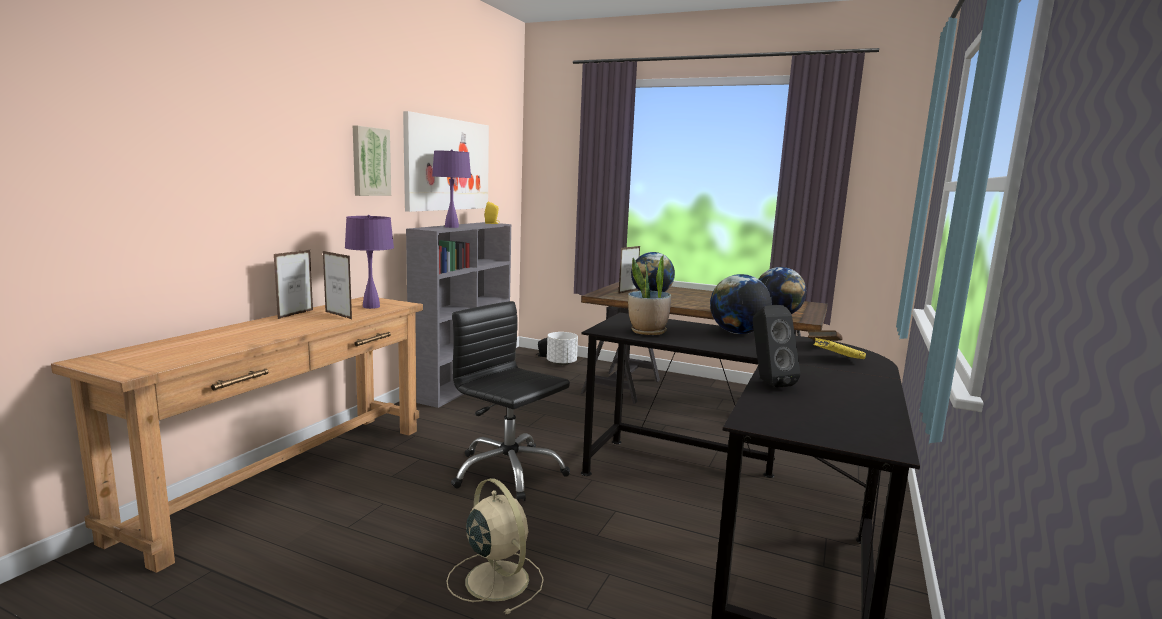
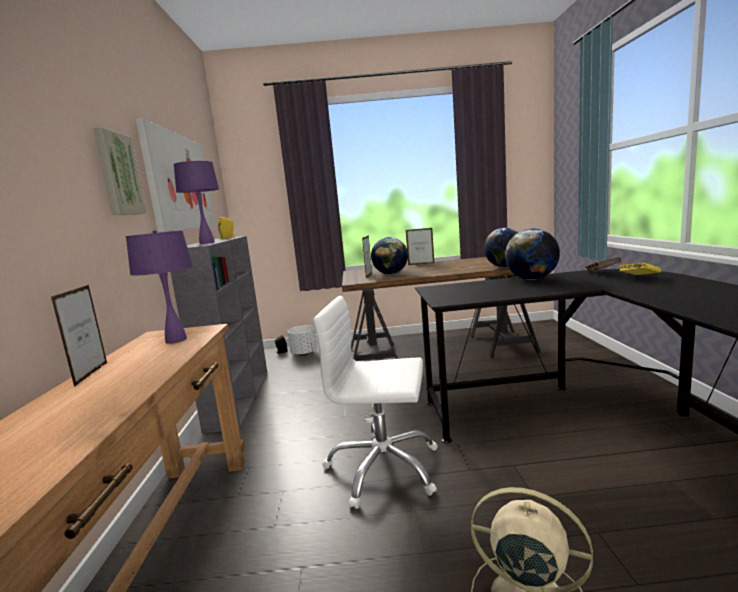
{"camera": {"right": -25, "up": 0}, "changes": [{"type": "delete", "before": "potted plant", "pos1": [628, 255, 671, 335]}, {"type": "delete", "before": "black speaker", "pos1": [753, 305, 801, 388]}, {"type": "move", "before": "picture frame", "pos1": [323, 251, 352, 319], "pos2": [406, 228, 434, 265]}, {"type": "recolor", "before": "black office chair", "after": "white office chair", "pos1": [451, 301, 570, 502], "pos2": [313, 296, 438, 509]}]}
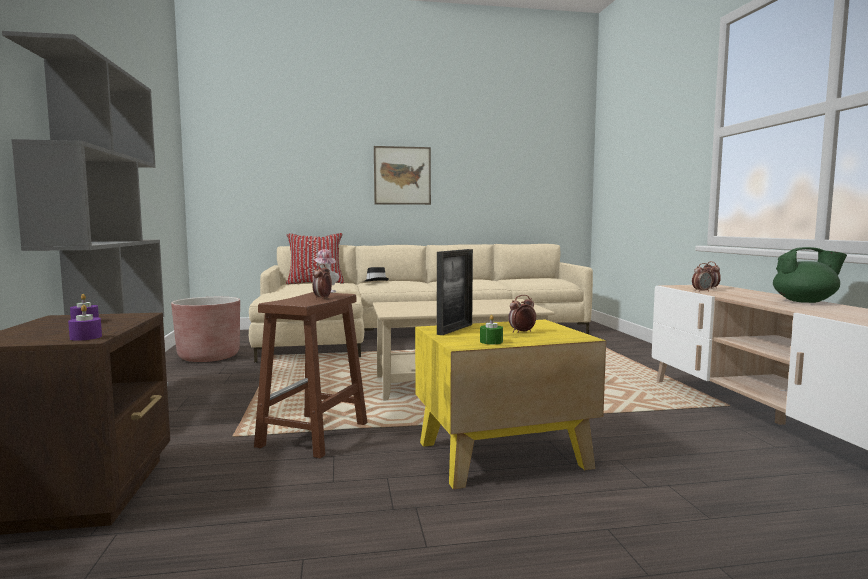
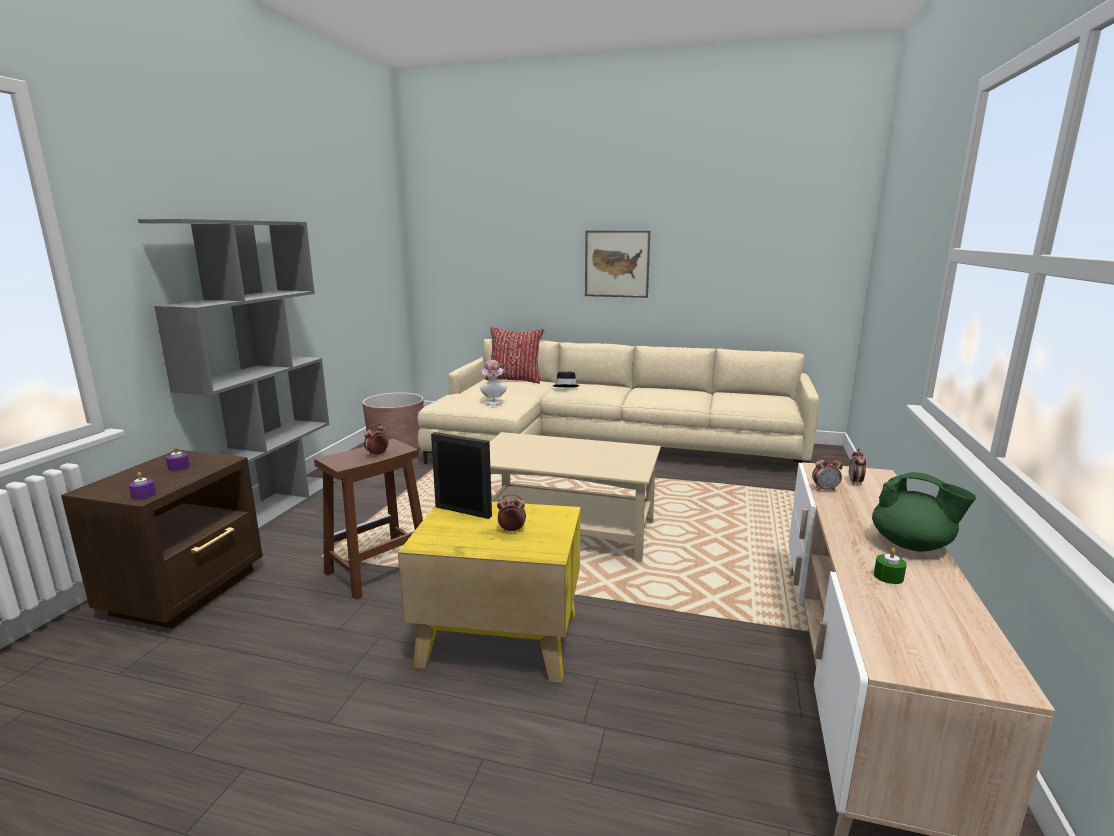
{"camera": {"right": 25, "up": 10}, "changes": [{"type": "move", "before": "green candle", "pos1": [480, 315, 503, 344], "pos2": [874, 548, 907, 584]}, {"type": "rotate", "before": "picture frame", "pos1": [437, 249, 473, 335], "pos2": [431, 432, 492, 519], "turn": -120}]}
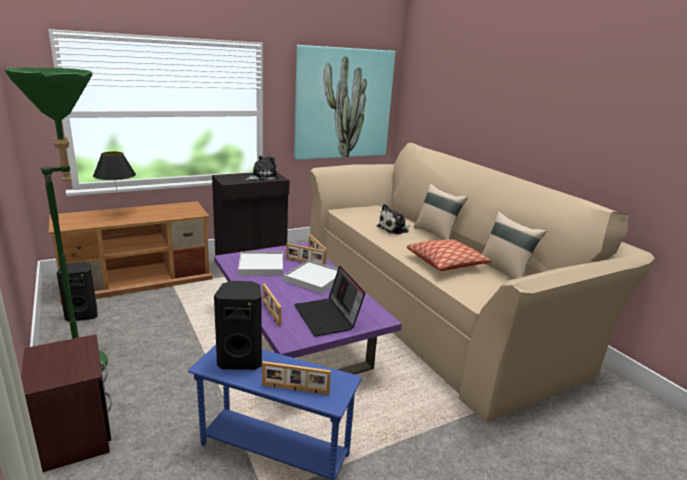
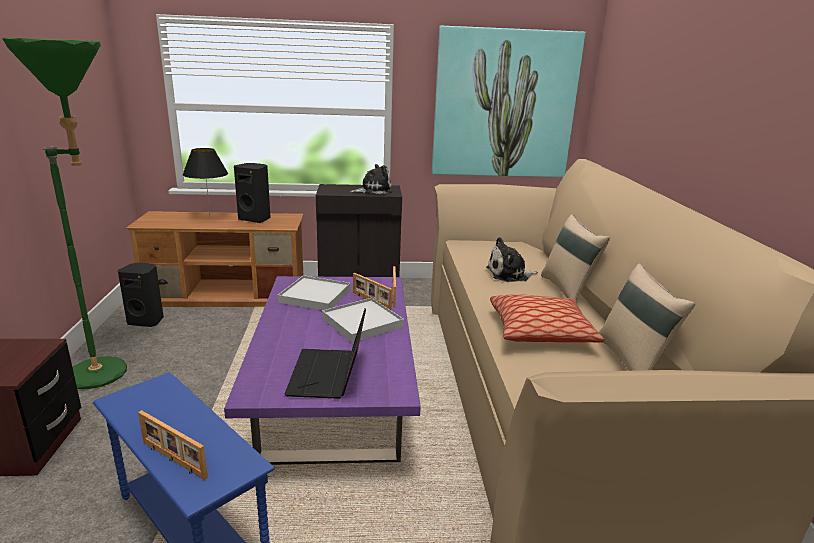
{"camera": {"right": 25, "up": 0}, "changes": [{"type": "delete", "before": "picture frame", "pos1": [263, 283, 282, 326]}, {"type": "move", "before": "black speaker", "pos1": [214, 281, 262, 370], "pos2": [234, 163, 271, 223]}]}
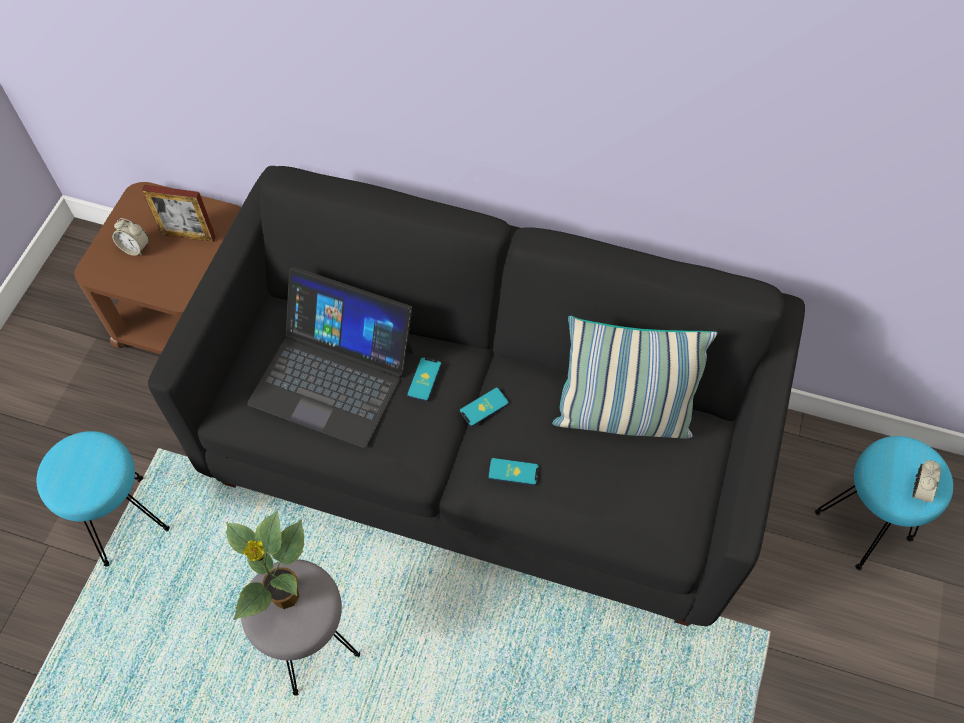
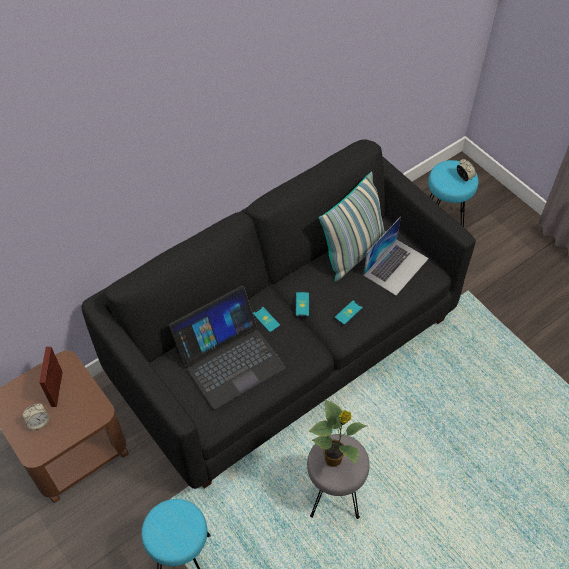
{"camera": {"right": -55, "up": -5}, "changes": [{"type": "insert", "after": "laptop", "pos2": [363, 216, 429, 295]}, {"type": "rotate", "before": "picture frame", "pos1": [142, 185, 216, 242], "pos2": [39, 347, 63, 407], "turn": 135}]}
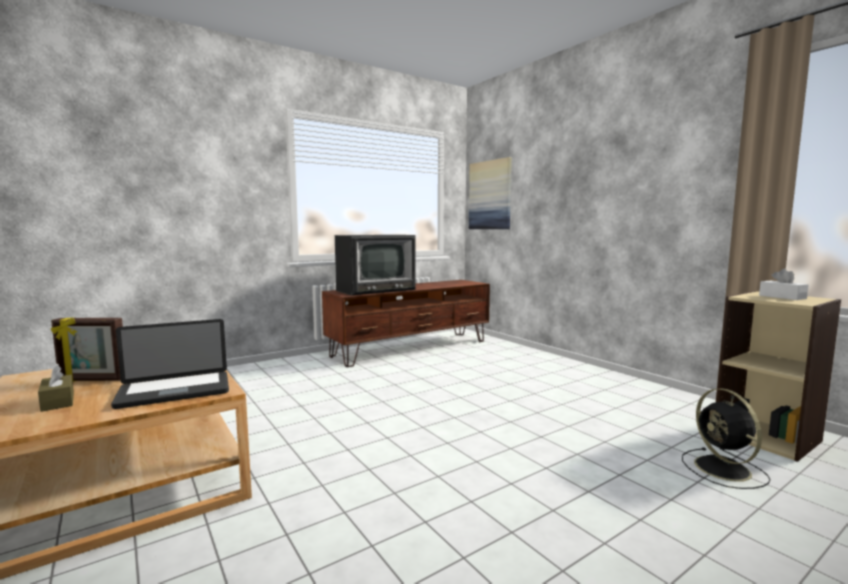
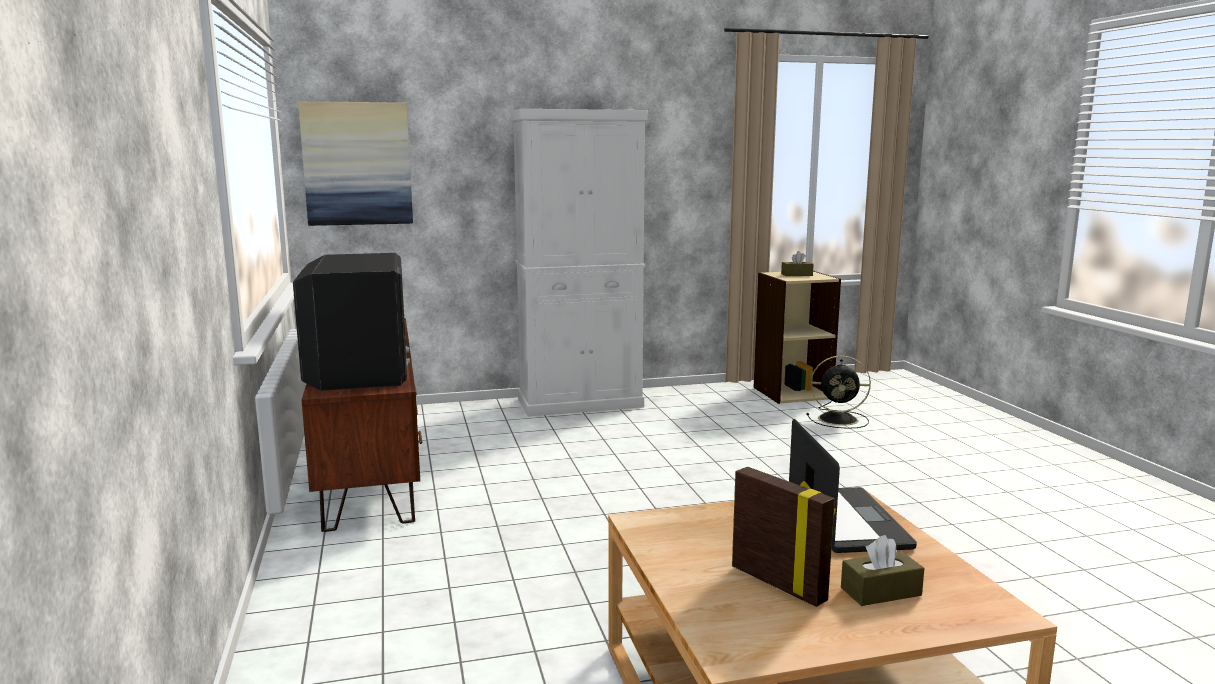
{"camera": {"right": -70, "up": 5}, "changes": [{"type": "insert", "after": "white cabinet", "pos2": [511, 109, 648, 417]}, {"type": "recolor", "before": "white tissue box", "after": "brown tissue box", "pos1": [759, 269, 809, 300], "pos2": [781, 251, 814, 276]}, {"type": "rotate", "before": "picture frame", "pos1": [51, 318, 123, 382], "pos2": [732, 467, 836, 607], "turn": -60}]}
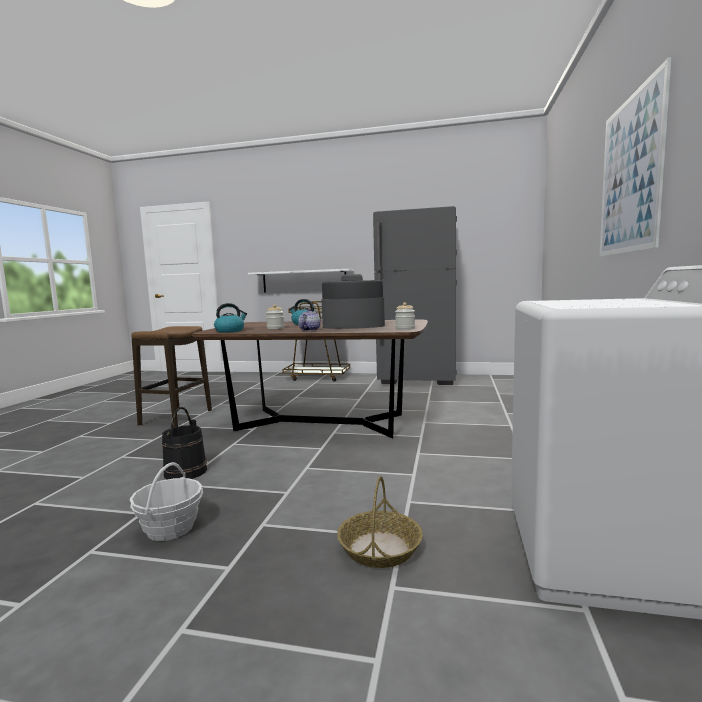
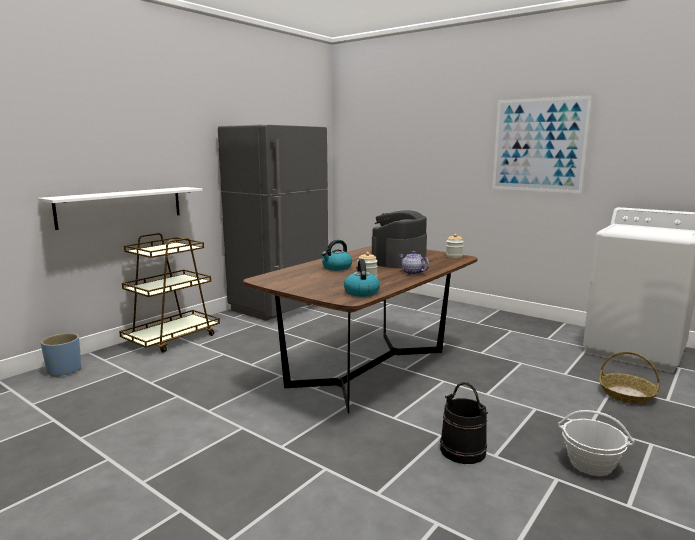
{"camera": {"right": -65, "up": 5}, "changes": [{"type": "delete", "before": "stool", "pos1": [131, 326, 212, 428]}, {"type": "insert", "after": "blue planter", "pos2": [41, 333, 81, 378]}]}
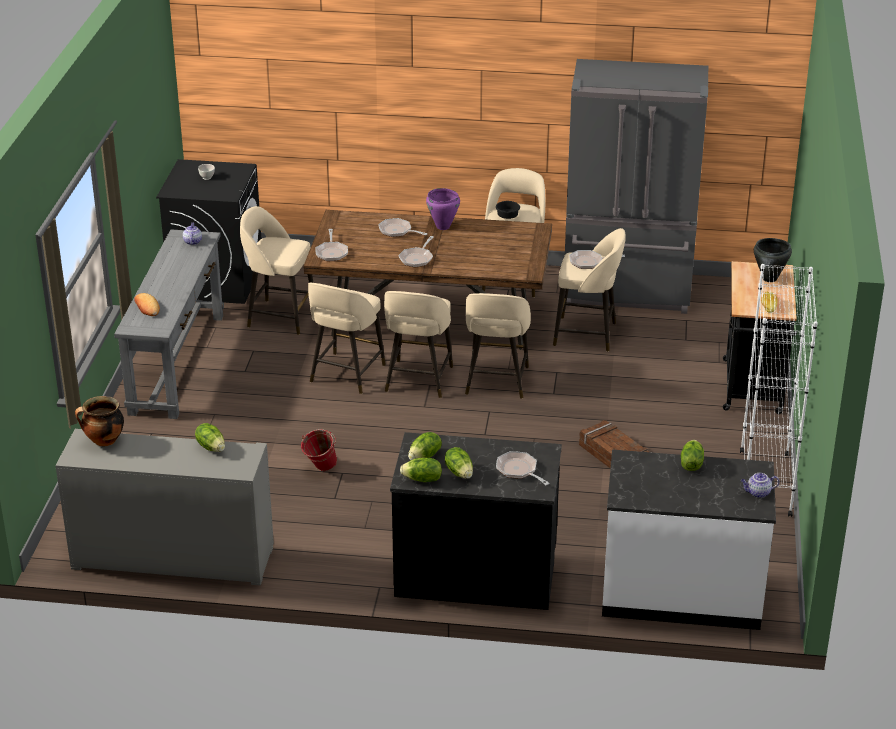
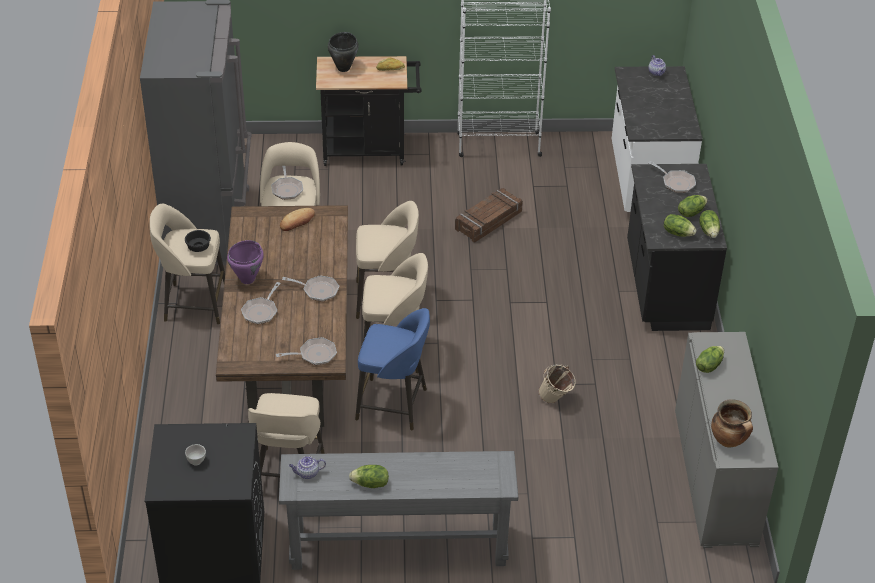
{"camera": {"right": -100, "up": 10}, "changes": [{"type": "move", "before": "bread", "pos1": [134, 293, 160, 316], "pos2": [280, 208, 315, 231]}, {"type": "move", "before": "lettuce", "pos1": [681, 440, 704, 471], "pos2": [349, 465, 389, 488]}, {"type": "recolor", "before": "red bucket", "after": "beige bucket", "pos1": [301, 429, 337, 471], "pos2": [538, 364, 576, 404]}, {"type": "recolor", "before": "beige stool", "after": "blue stool", "pos1": [308, 283, 386, 394], "pos2": [355, 308, 430, 431]}, {"type": "rotate", "before": "frying pan", "pos1": [496, 451, 550, 485], "pos2": [648, 161, 696, 193], "turn": -90}]}
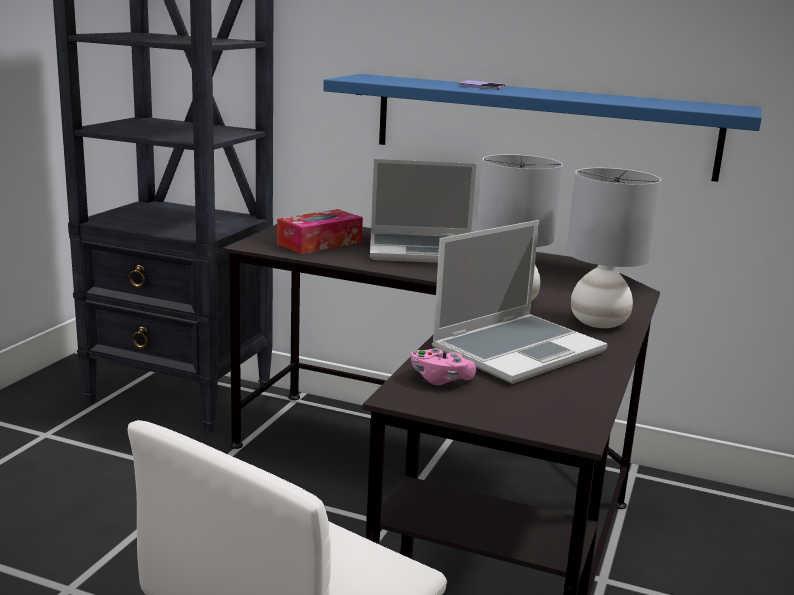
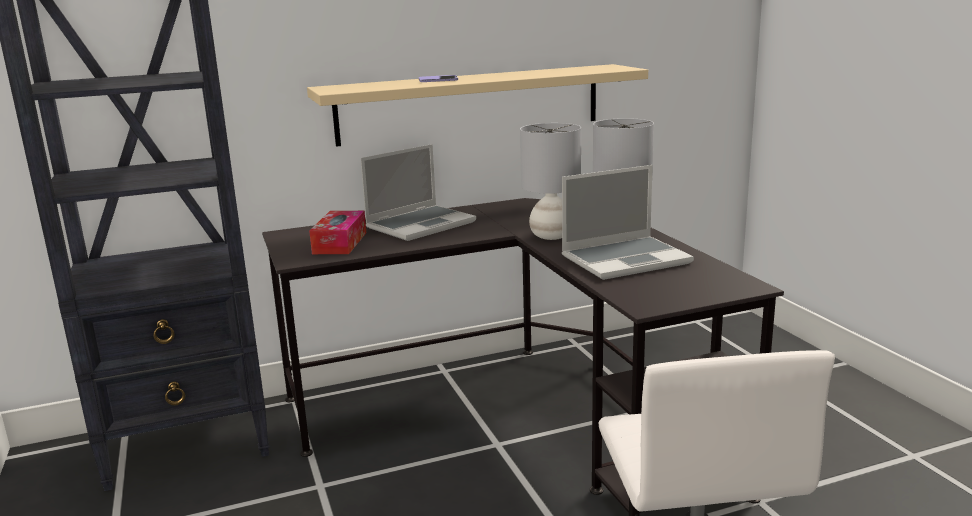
{"camera": {"right": -40, "up": 0}, "changes": [{"type": "delete", "before": "pink game controller", "pos1": [411, 348, 477, 385]}, {"type": "recolor", "before": "blue shelf", "after": "beige shelf", "pos1": [323, 74, 762, 182], "pos2": [307, 64, 648, 147]}, {"type": "rotate", "before": "laptop", "pos1": [432, 220, 608, 384], "pos2": [562, 165, 694, 280], "turn": 60}]}
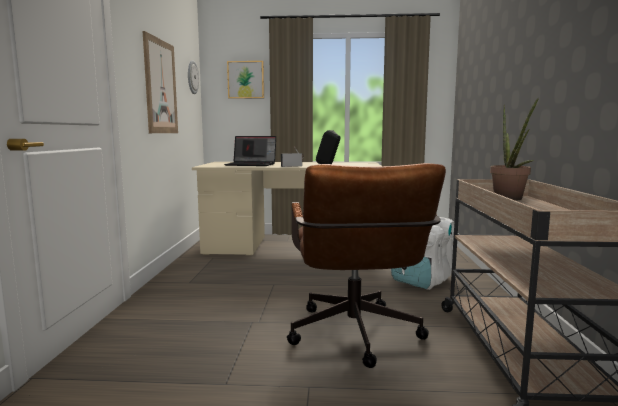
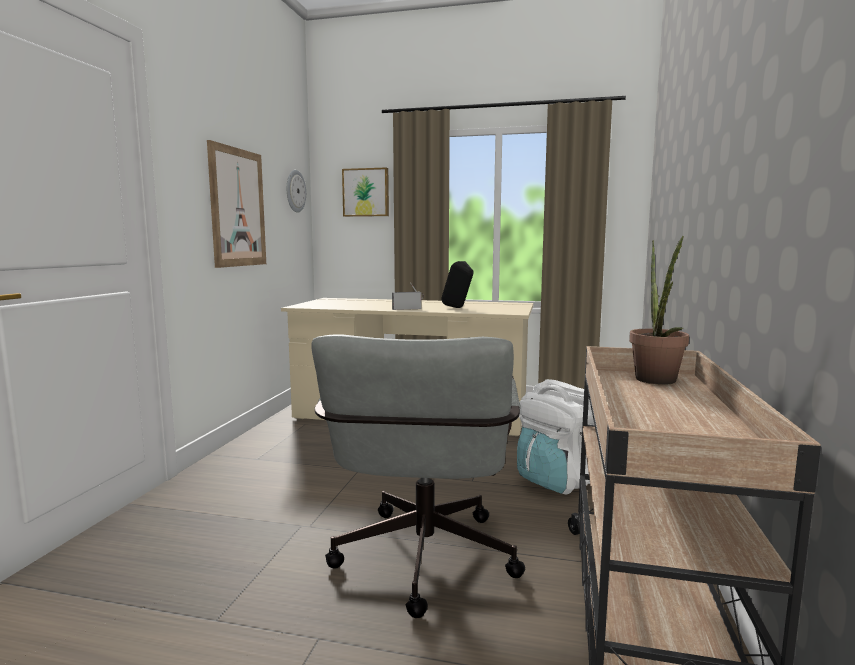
{"camera": {"right": 10, "up": 0}, "changes": [{"type": "delete", "before": "laptop", "pos1": [224, 136, 276, 166]}, {"type": "recolor", "before": "brown office chair", "after": "grey office chair", "pos1": [287, 163, 446, 368], "pos2": [311, 334, 525, 618]}]}
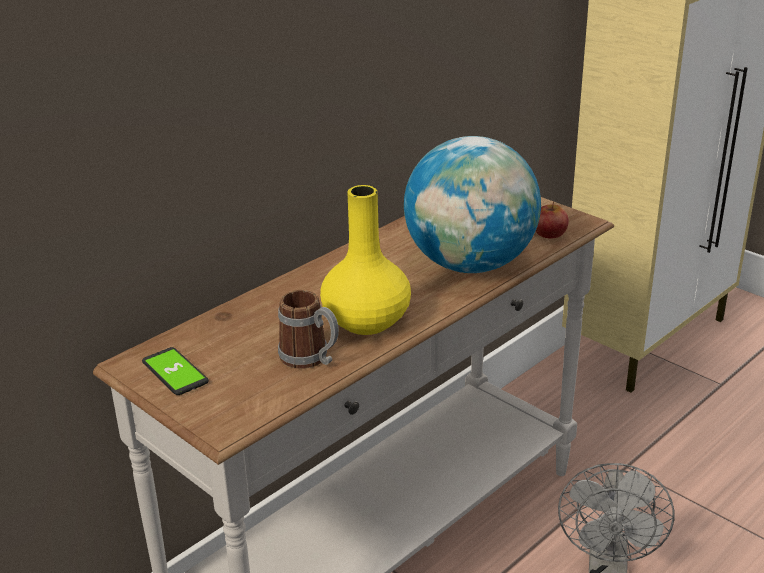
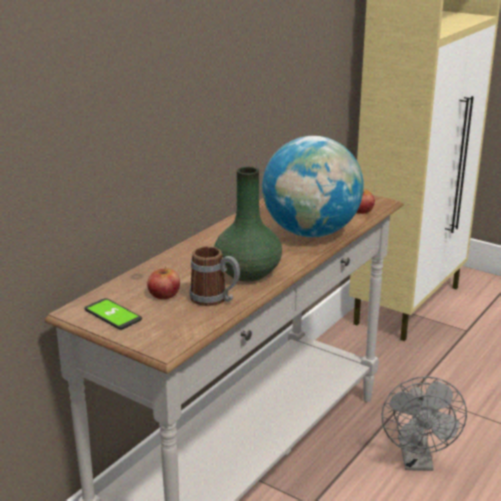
{"camera": {"right": -10, "up": -5}, "changes": [{"type": "insert", "after": "apple", "pos2": [147, 266, 180, 299]}, {"type": "recolor", "before": "yellow vase", "after": "green vase", "pos1": [320, 185, 411, 335], "pos2": [214, 167, 282, 282]}]}
